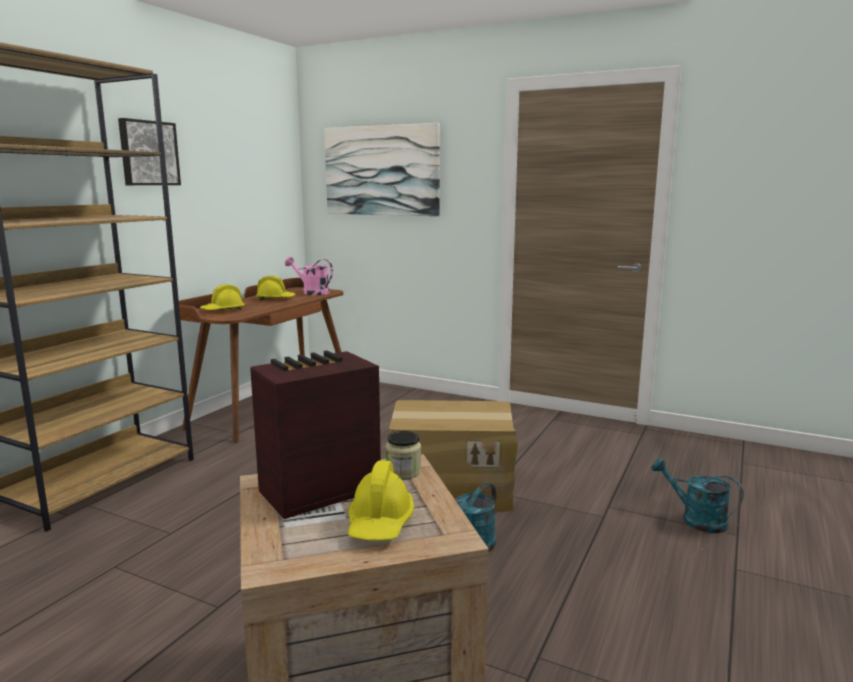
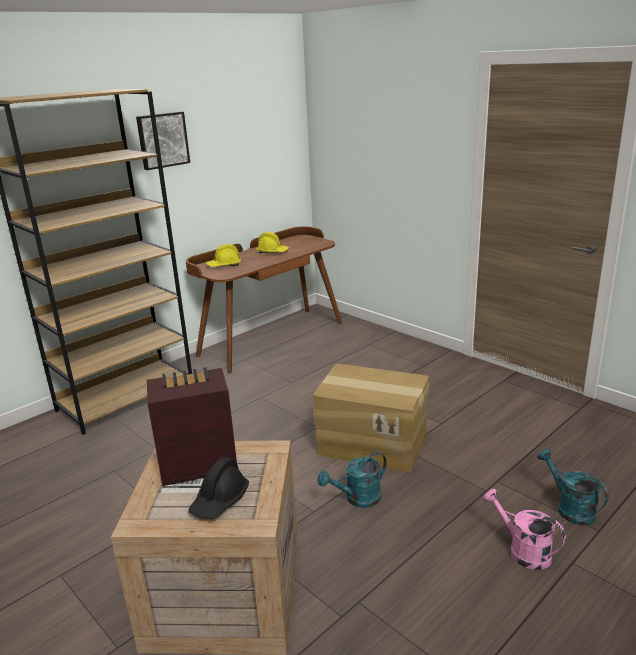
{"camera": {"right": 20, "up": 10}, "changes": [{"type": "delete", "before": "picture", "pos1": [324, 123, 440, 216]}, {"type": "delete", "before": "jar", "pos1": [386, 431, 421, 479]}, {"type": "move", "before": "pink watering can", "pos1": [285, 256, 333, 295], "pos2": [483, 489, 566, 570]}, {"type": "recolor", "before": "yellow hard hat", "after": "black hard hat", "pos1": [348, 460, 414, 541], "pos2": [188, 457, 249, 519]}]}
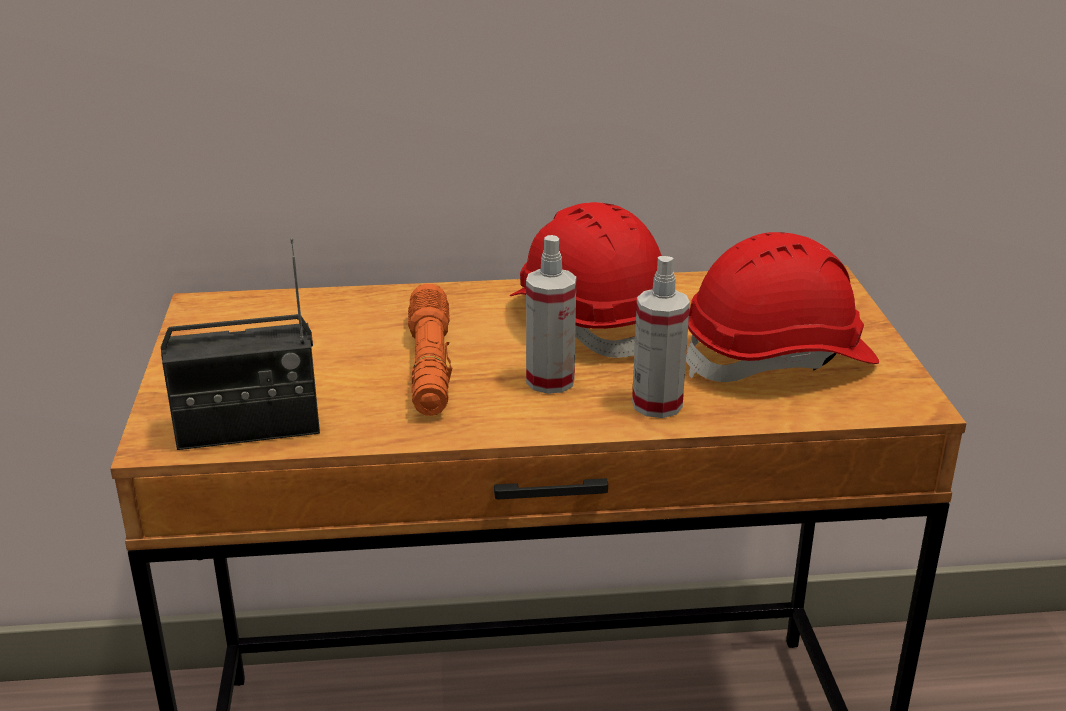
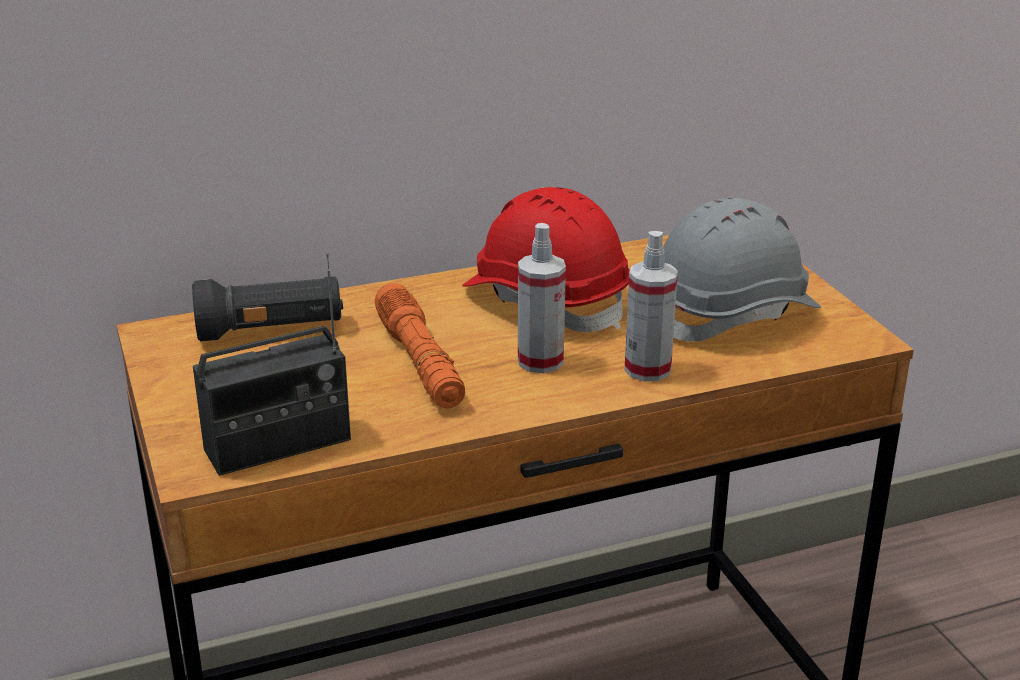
{"camera": {"right": -15, "up": 0}, "changes": [{"type": "insert", "after": "black flashlight", "pos2": [192, 276, 343, 341]}, {"type": "recolor", "before": "red hard hat", "after": "grey hard hat", "pos1": [686, 232, 879, 382], "pos2": [663, 198, 821, 342]}]}
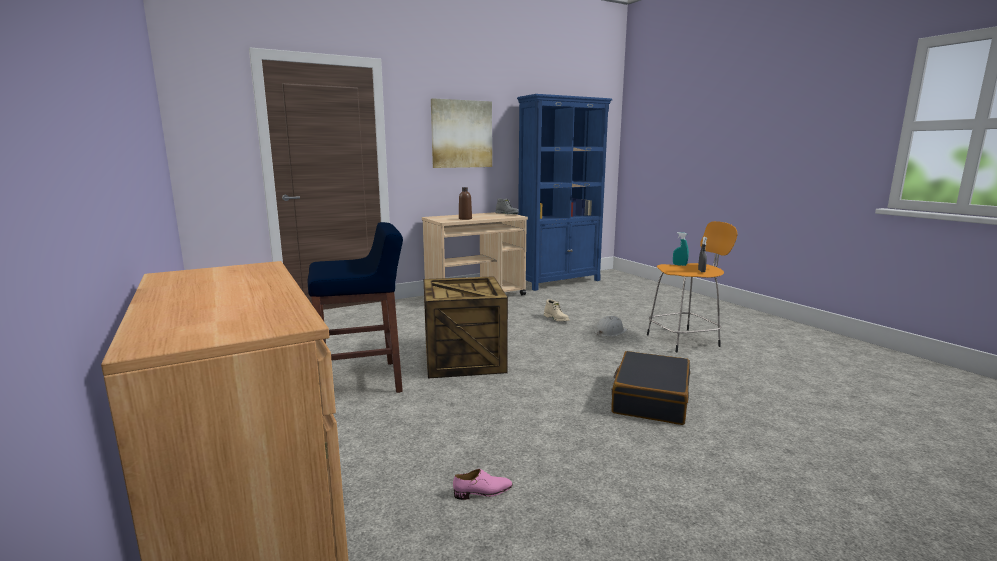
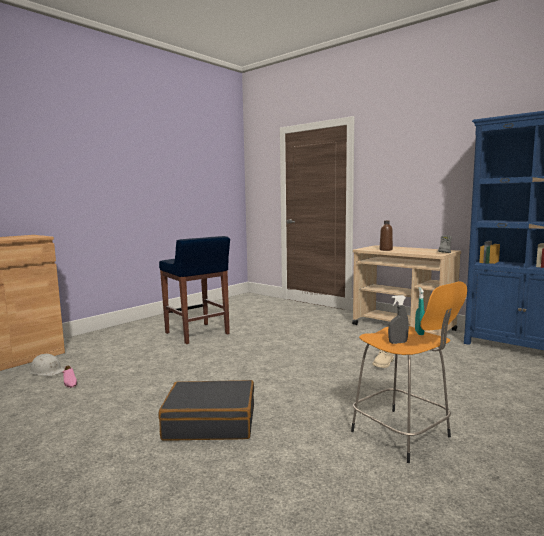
{"camera": {"right": 70, "up": -5}, "changes": [{"type": "delete", "before": "crate", "pos1": [424, 276, 508, 378]}, {"type": "delete", "before": "picture", "pos1": [431, 98, 492, 168]}, {"type": "move", "before": "white hard hat", "pos1": [595, 316, 628, 337], "pos2": [29, 354, 64, 376]}]}
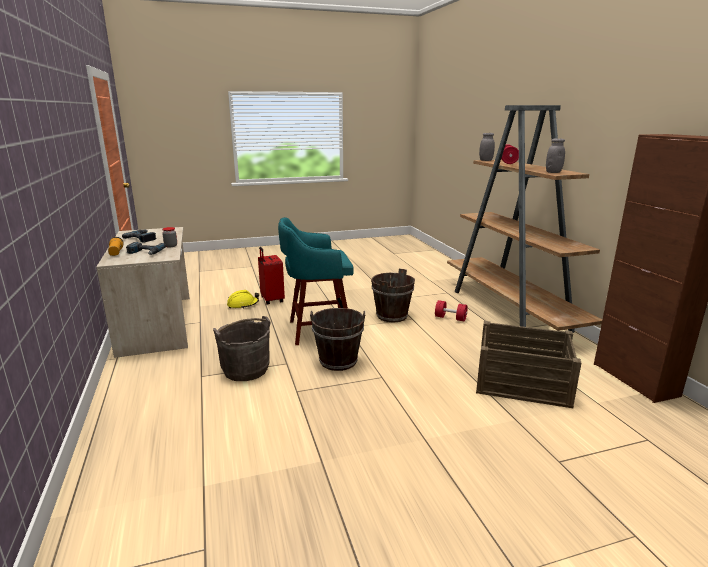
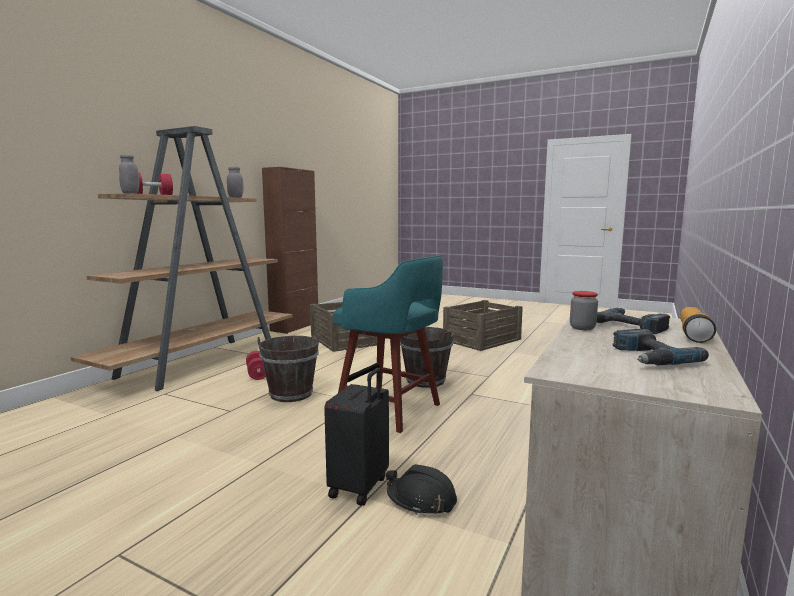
{"camera": {"right": -135, "up": -10}, "changes": [{"type": "delete", "before": "grey bucket", "pos1": [213, 316, 271, 381]}, {"type": "insert", "after": "crate", "pos2": [443, 300, 523, 351]}, {"type": "recolor", "before": "yellow hard hat", "after": "black hard hat", "pos1": [227, 290, 259, 309], "pos2": [386, 464, 457, 515]}, {"type": "recolor", "before": "red suitcase", "after": "black suitcase", "pos1": [258, 247, 285, 305], "pos2": [324, 368, 389, 506]}]}
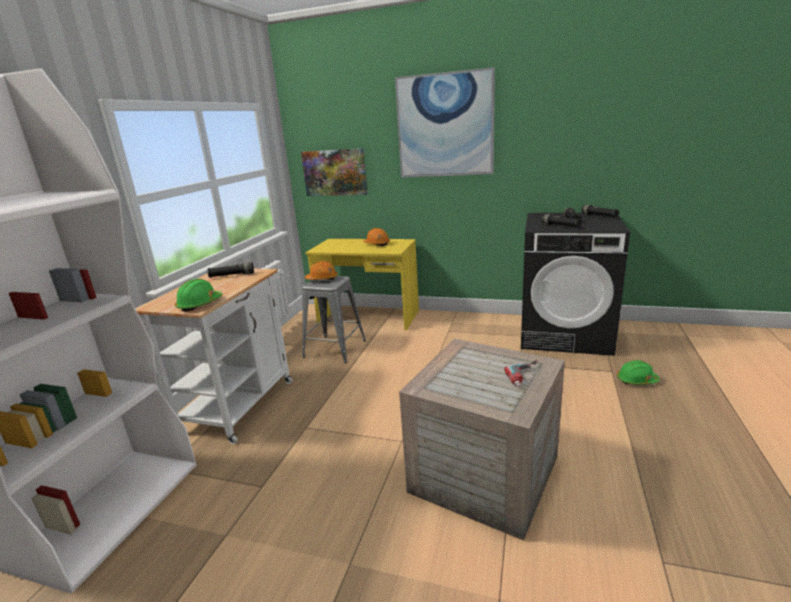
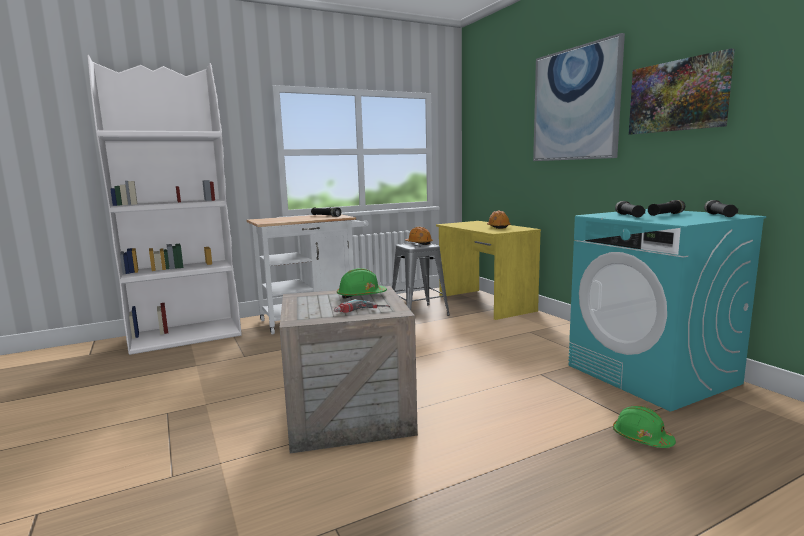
{"camera": {"right": 45, "up": -10}, "changes": [{"type": "move", "before": "green hard hat", "pos1": [175, 279, 223, 312], "pos2": [337, 268, 387, 299]}, {"type": "move", "before": "picture", "pos1": [301, 148, 368, 196], "pos2": [629, 48, 735, 134]}, {"type": "recolor", "before": "black washing machine", "after": "turquoise washing machine", "pos1": [521, 212, 630, 356], "pos2": [568, 209, 766, 412]}]}
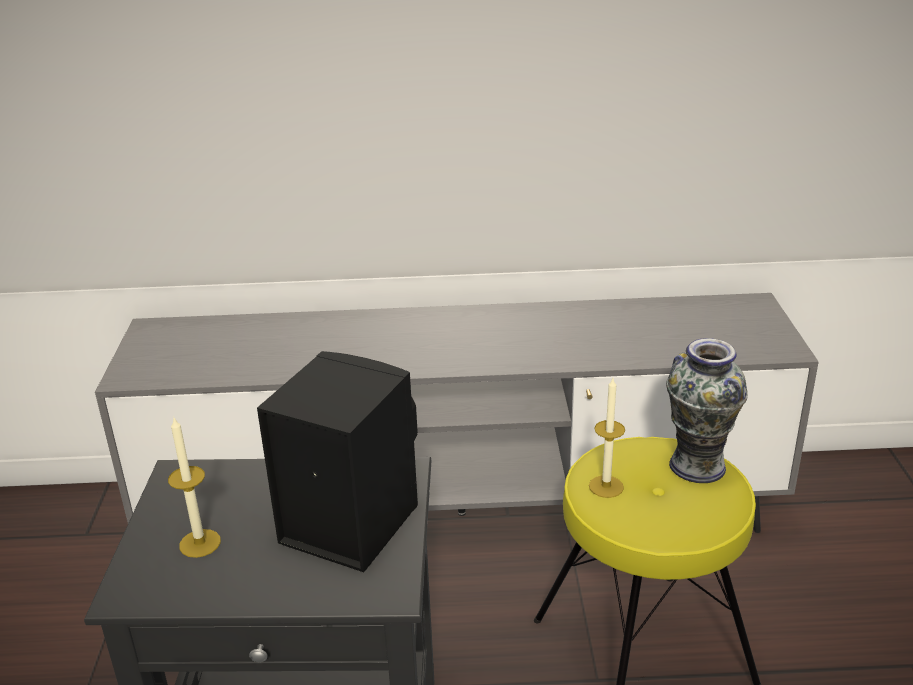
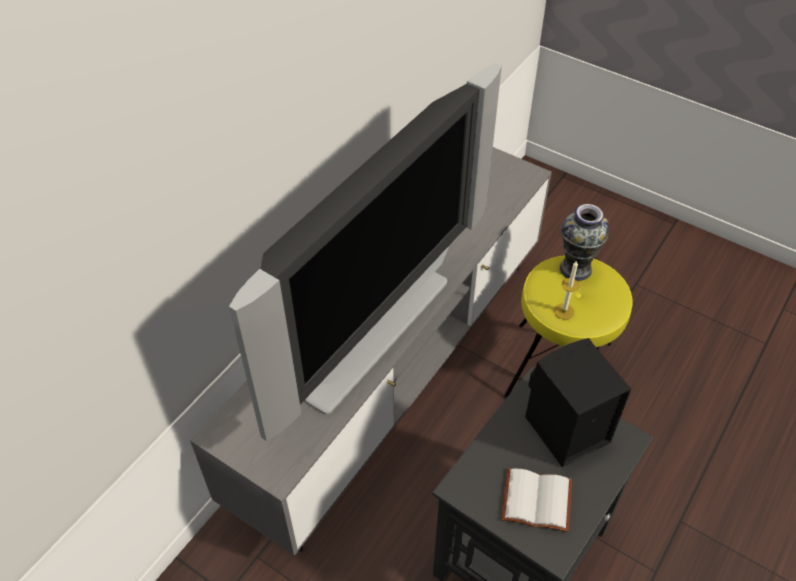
{"camera": {"right": -55, "up": 20}, "changes": [{"type": "insert", "after": "television", "pos2": [229, 63, 502, 441]}, {"type": "replace", "before": "candle", "after": "white book", "pos1": [168, 416, 221, 558], "pos2": [501, 468, 572, 532]}]}
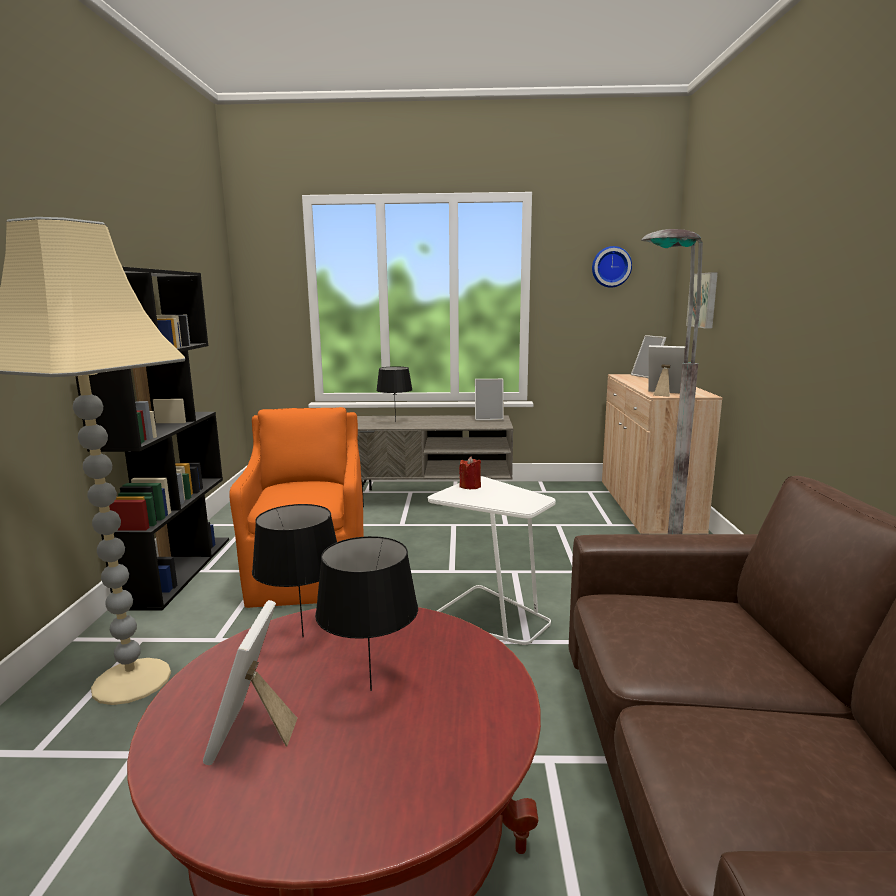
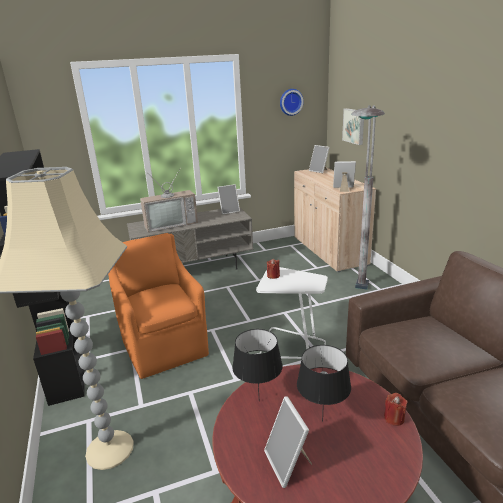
{"camera": {"right": -20, "up": 10}, "changes": [{"type": "insert", "after": "red candle", "pos2": [384, 393, 408, 426]}, {"type": "replace", "before": "black table lamp", "after": "television", "pos1": [376, 366, 413, 422], "pos2": [140, 171, 198, 233]}]}
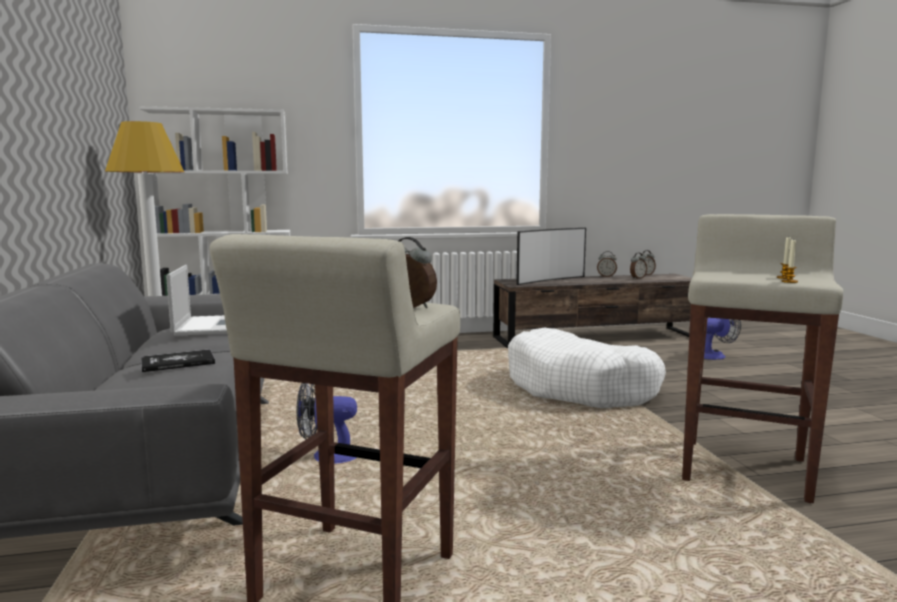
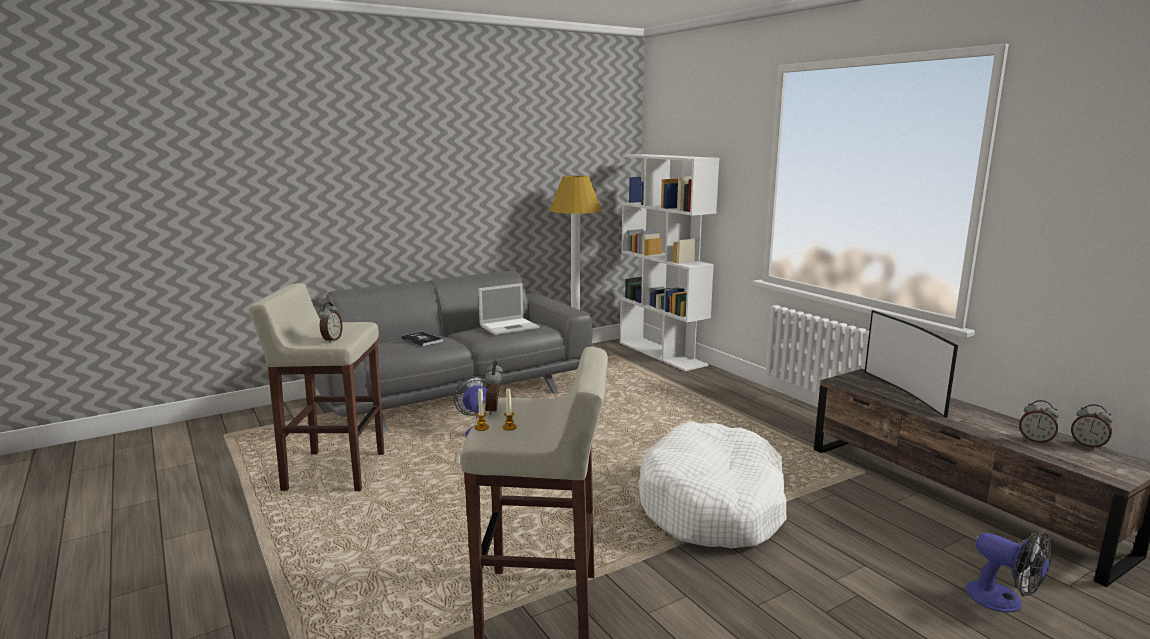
{"camera": {"right": 70, "up": 5}, "changes": [{"type": "move", "before": "alarm clock", "pos1": [597, 251, 617, 277], "pos2": [485, 361, 503, 415]}, {"type": "rotate", "before": "television", "pos1": [516, 228, 586, 285], "pos2": [865, 310, 958, 418], "turn": 45}]}
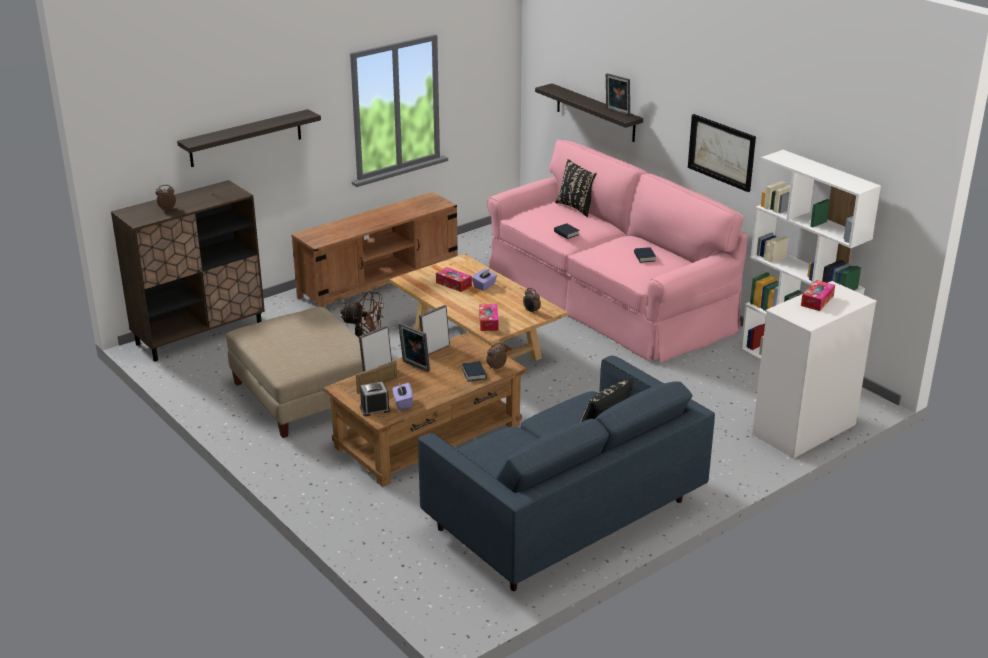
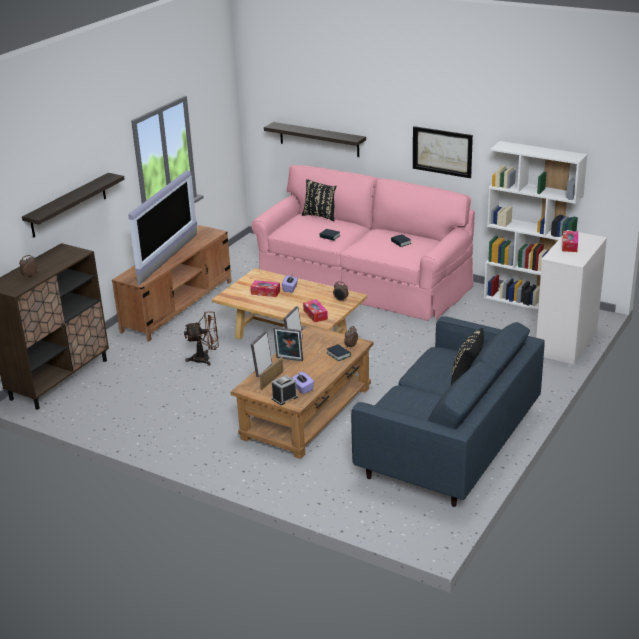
{"camera": {"right": -20, "up": 0}, "changes": [{"type": "delete", "before": "beige ottoman", "pos1": [226, 307, 363, 438]}, {"type": "delete", "before": "picture frame", "pos1": [606, 73, 630, 115]}, {"type": "insert", "after": "television", "pos2": [128, 170, 197, 285]}]}
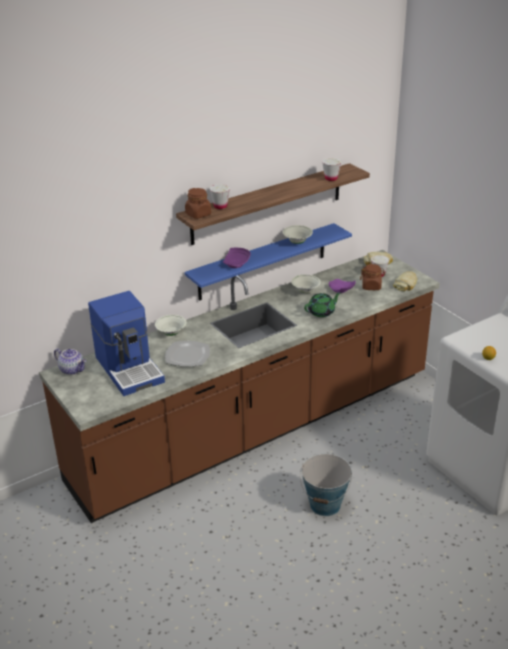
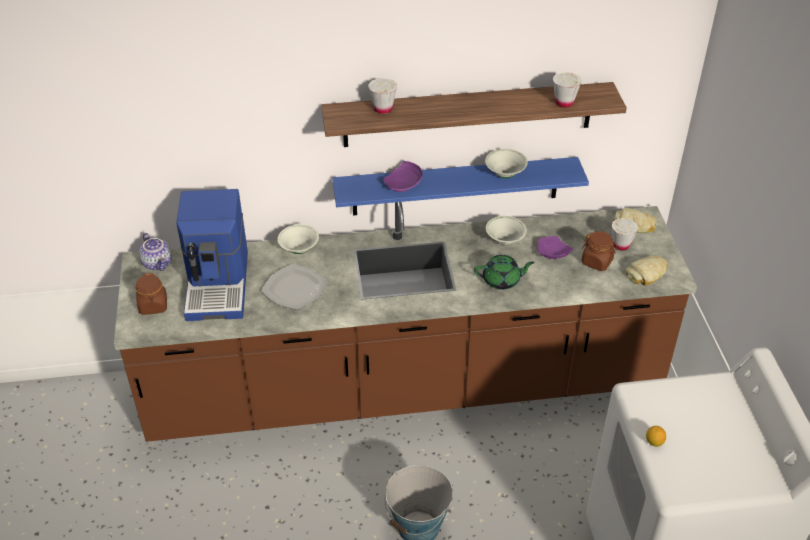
{"camera": {"right": 25, "up": 10}, "changes": [{"type": "move", "before": "brown jar", "pos1": [185, 188, 211, 219], "pos2": [135, 273, 167, 315]}]}
